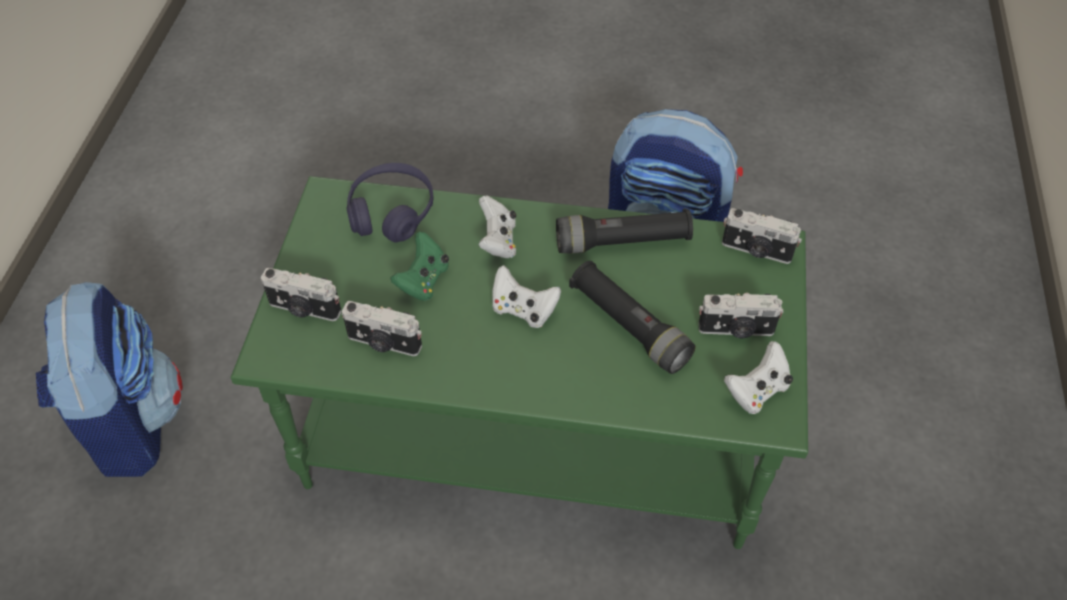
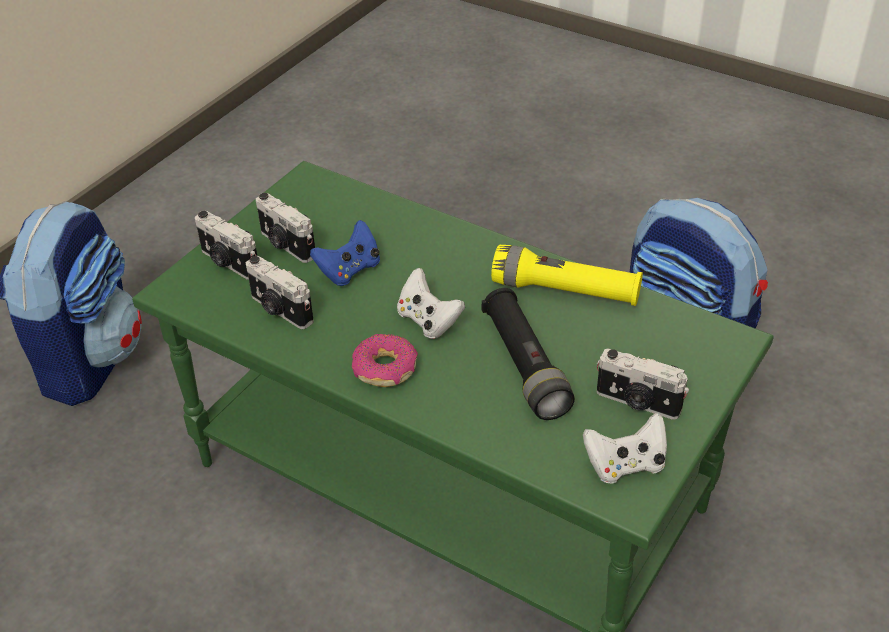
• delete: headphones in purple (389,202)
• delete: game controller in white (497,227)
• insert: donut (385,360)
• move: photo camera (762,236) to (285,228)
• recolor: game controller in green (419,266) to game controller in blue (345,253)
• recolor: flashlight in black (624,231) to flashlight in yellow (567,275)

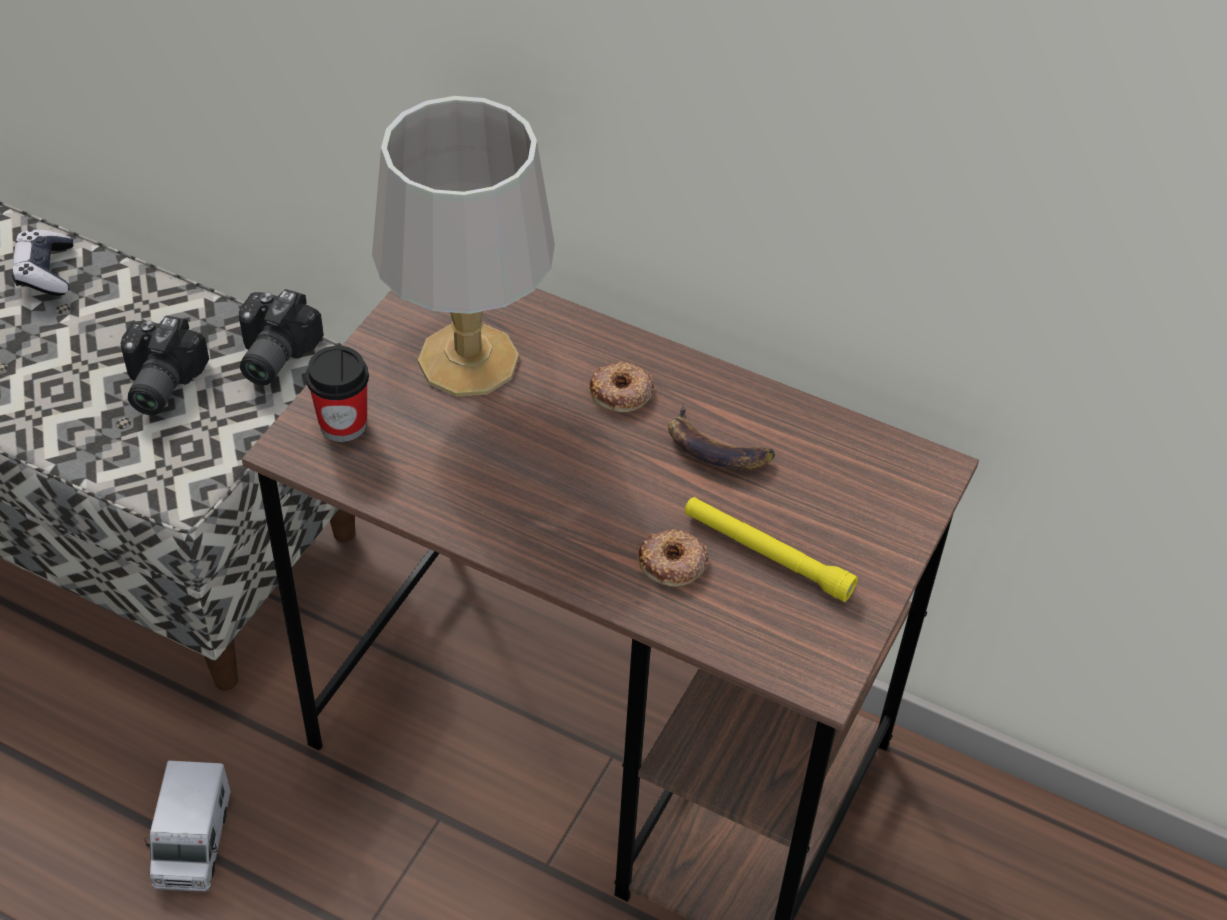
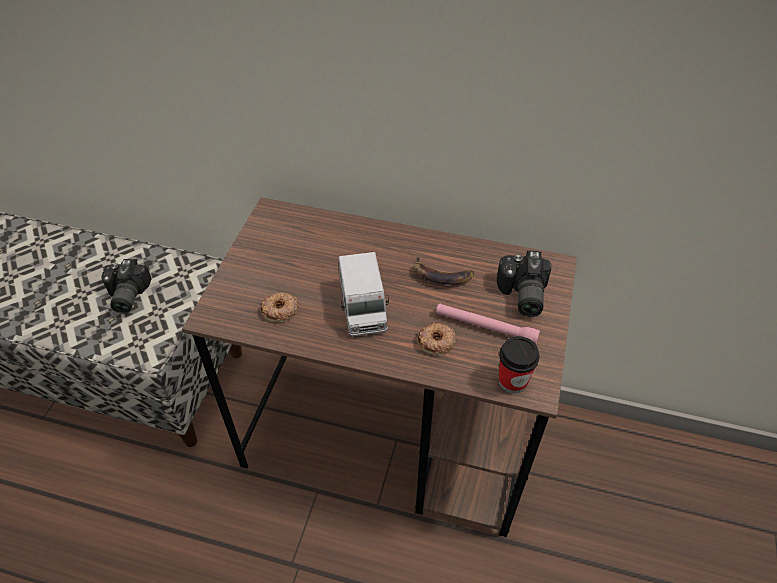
• delete: game controller (42,262)
• delete: table lamp in grey (463,246)
• move: toy truck (187,826) to (363,294)
• move: photo camera (281,337) to (524,283)
• move: cup (337,394) to (519,365)
• move: donut (621,387) to (280,307)
• recolor: flashlight in yellow (771,549) to flashlight in pink (488,324)

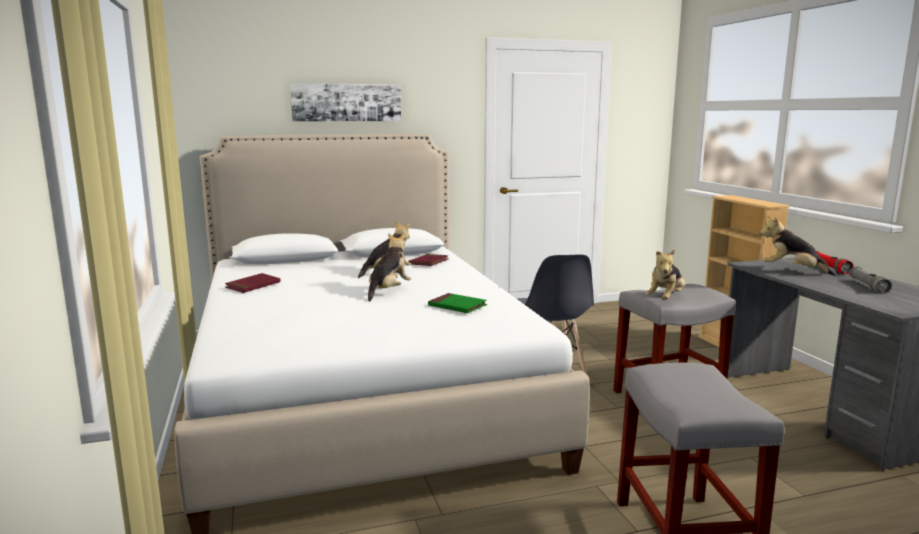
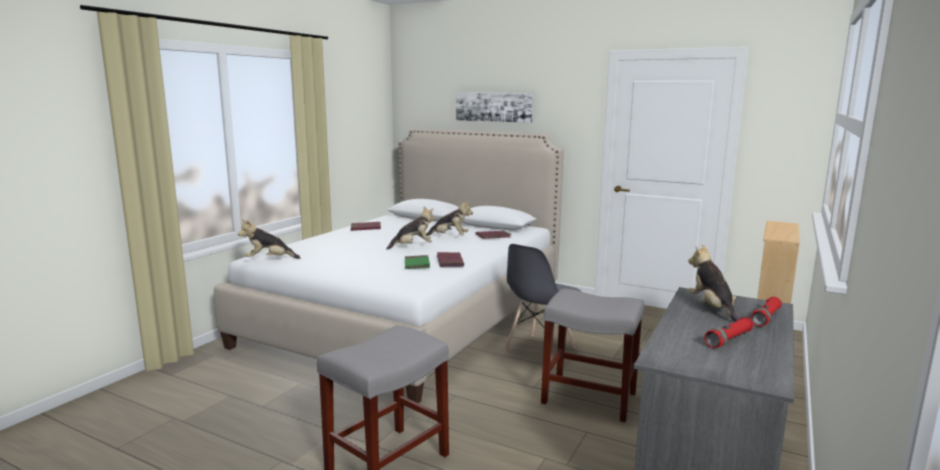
• insert: book in red (450,259)
• move: plush toy (665,274) to (269,239)
• recolor: flashlight in grey (870,280) to flashlight in red (728,332)

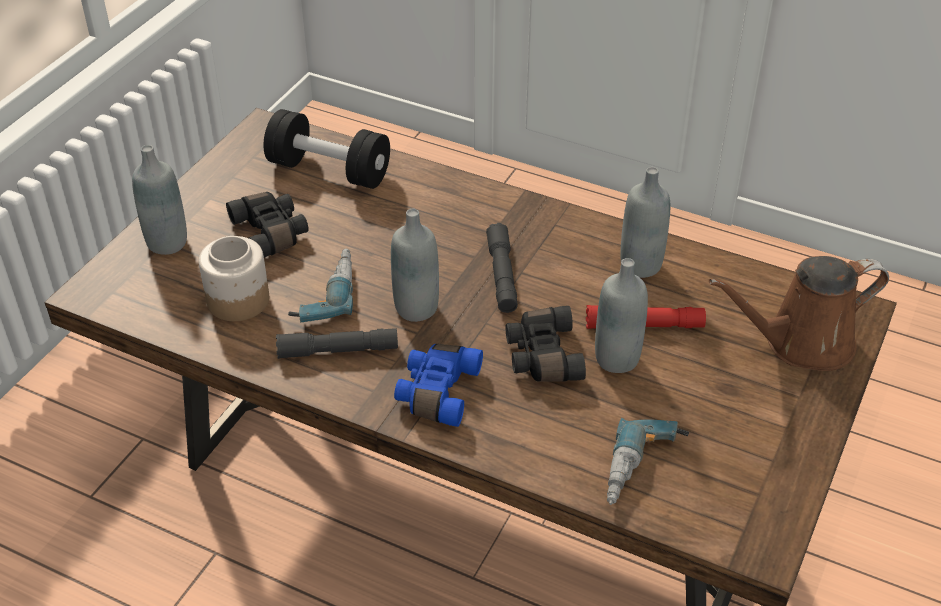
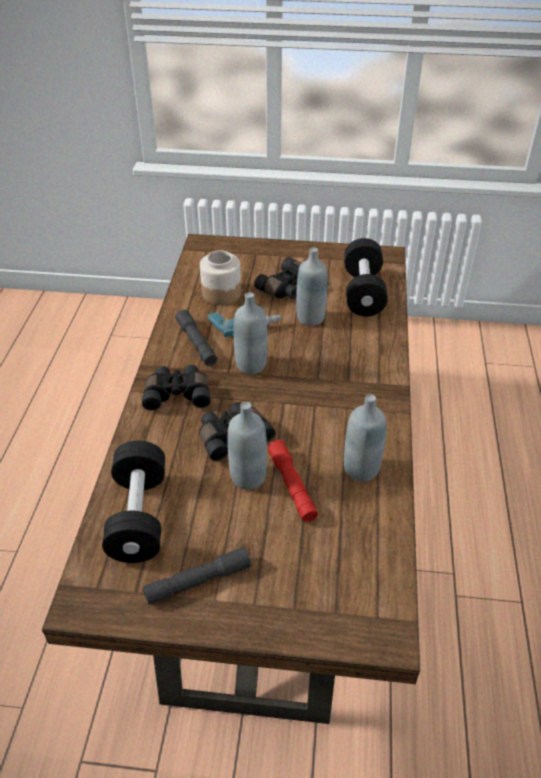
• delete: watering can in brown (799,313)
• move: bottle in grey (159,200) to (312,286)
• move: flashlight in grey (502,268) to (197,575)
• replace: power drill (648,461) to dumbbell in black (133,502)
• recolor: binoculars in blue (438,385) to binoculars in black (176,388)

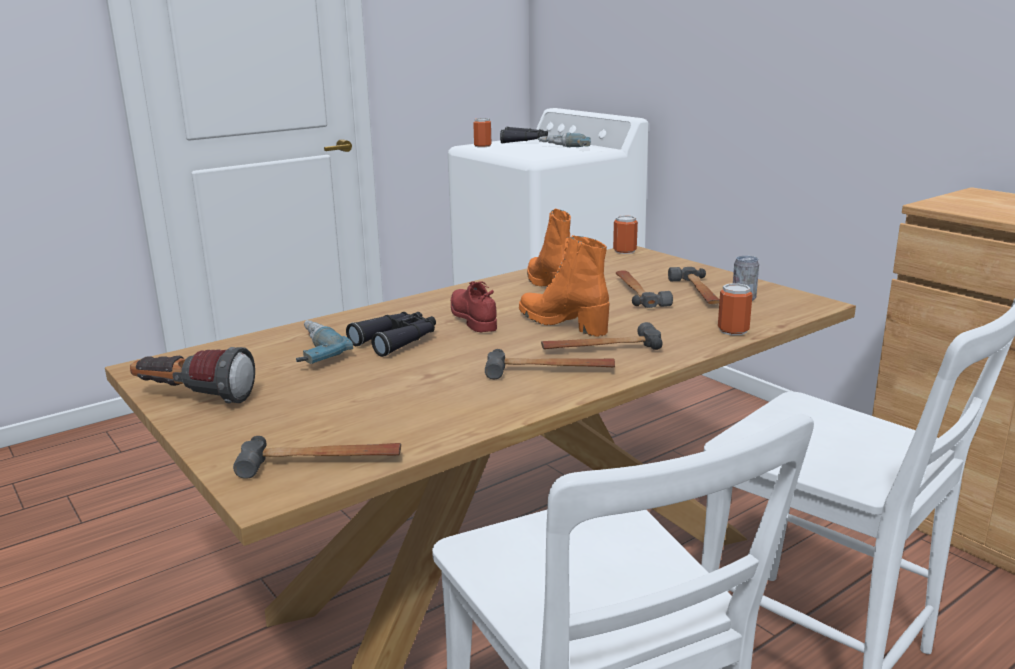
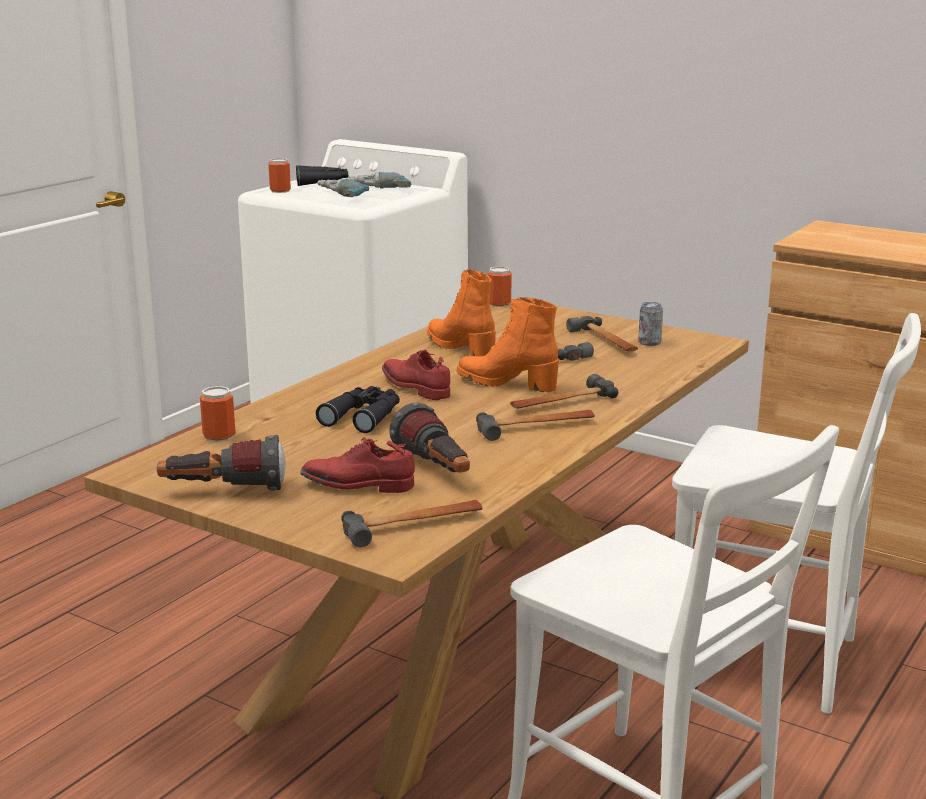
• insert: shoe in red (357,465)
• insert: flashlight (429,438)
• move: power drill (324,342) to (343,188)
• move: can (735,309) to (217,414)

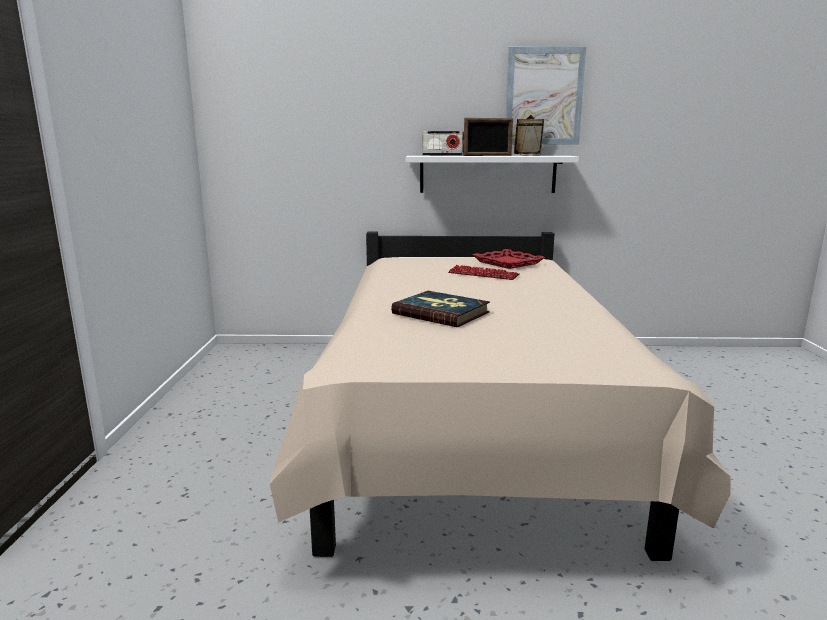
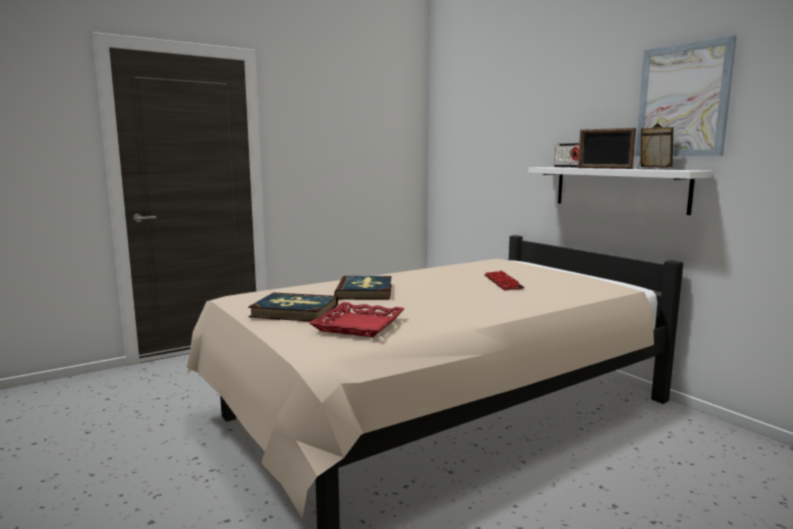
• insert: book (293,307)
• move: tray in red (509,259) to (356,319)

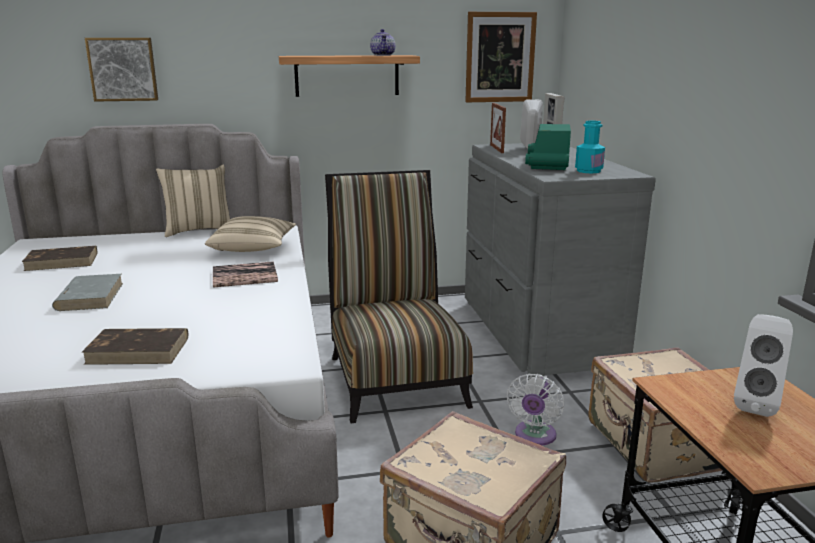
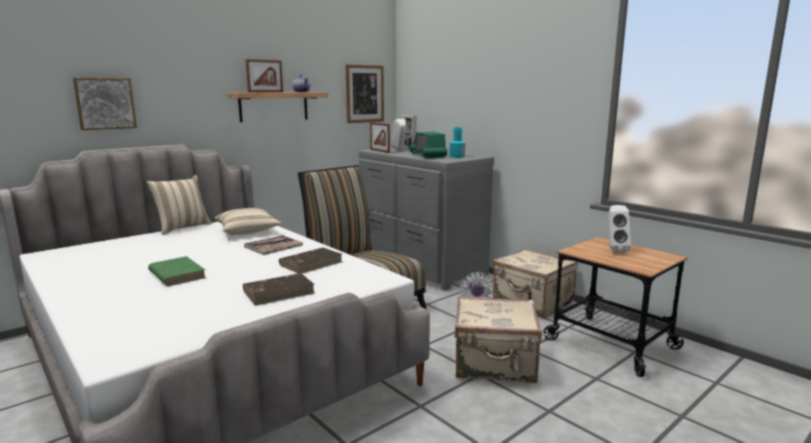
• insert: picture frame (264,76)
• move: book in brown (59,258) to (311,260)
• recolor: book in grey (87,292) to book in green (177,271)

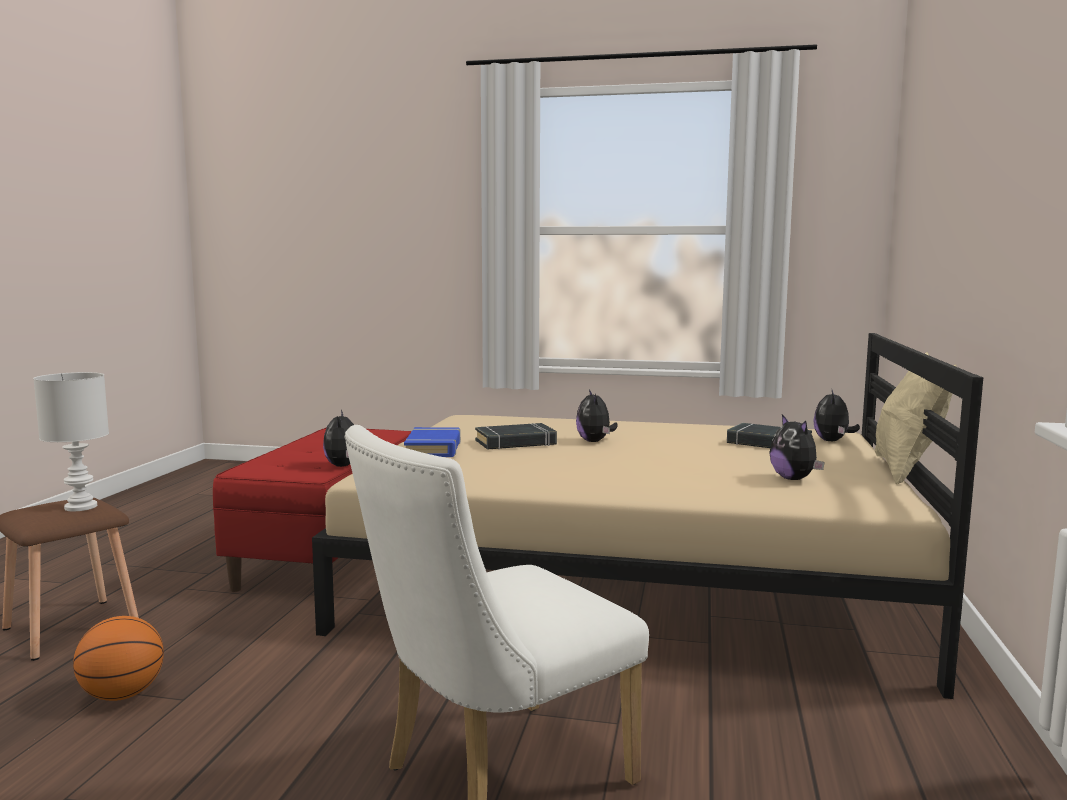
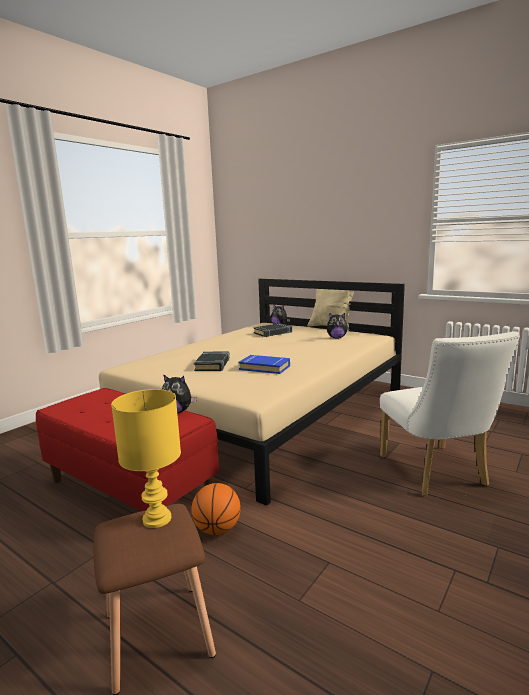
• delete: plush toy (597,415)
• move: basketball (118,658) to (216,509)
• move: book in blue (432,442) to (264,364)
• recolor: table lamp in white (71,441) to table lamp in yellow (146,458)

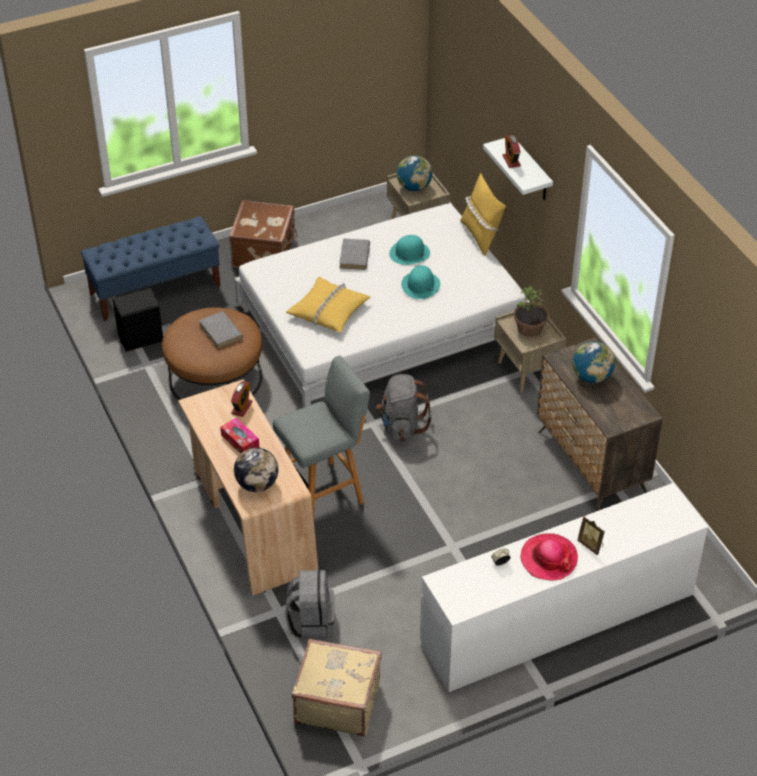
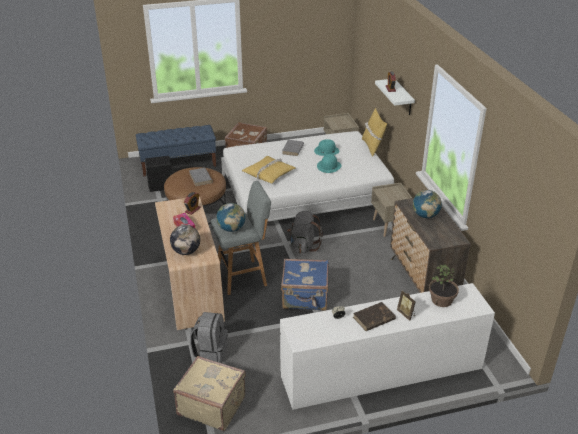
• insert: suitcase in blue (305,285)
• move: globe (414,173) to (230,217)
• move: potted plant (531,311) to (444,285)
• replace: hat (549,557) to book in brown (374,316)

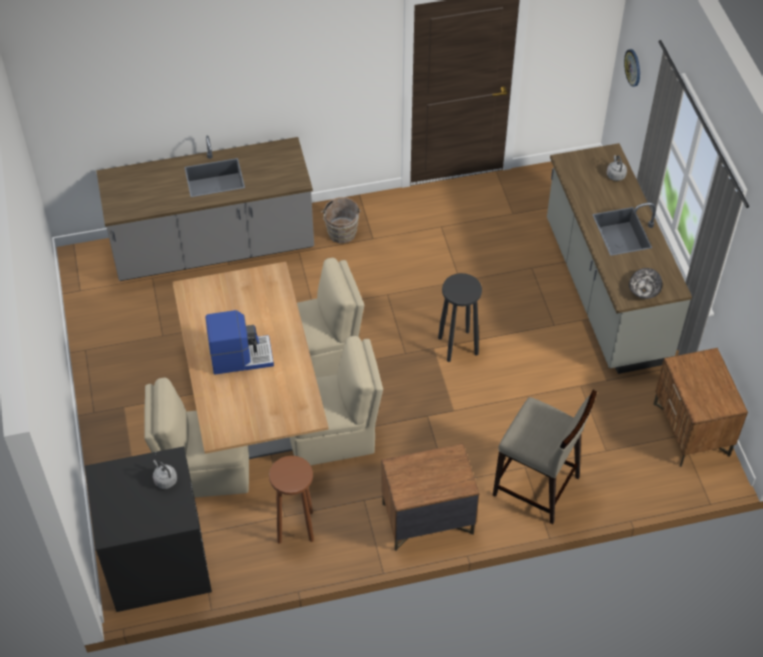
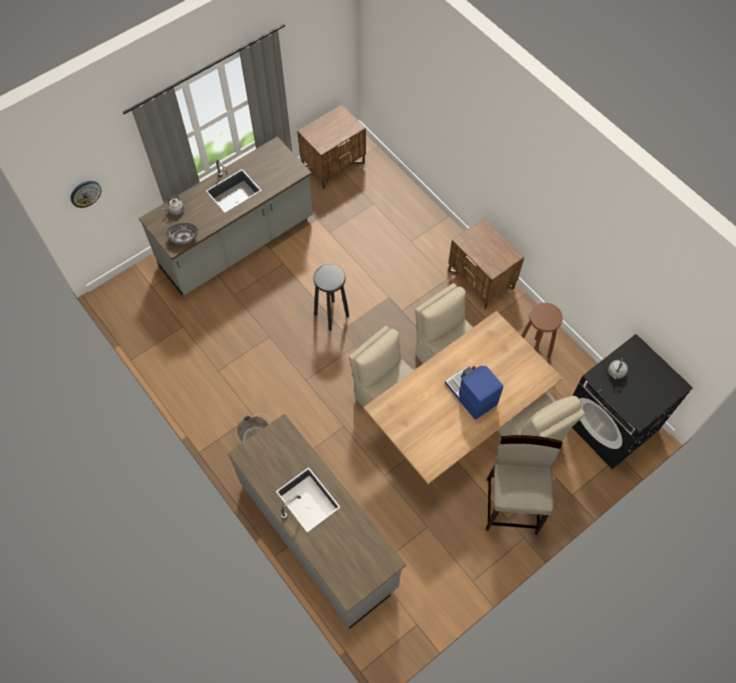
• move: stool in beige (545,457) to (524,485)
• move: bowl (645,283) to (182,233)

